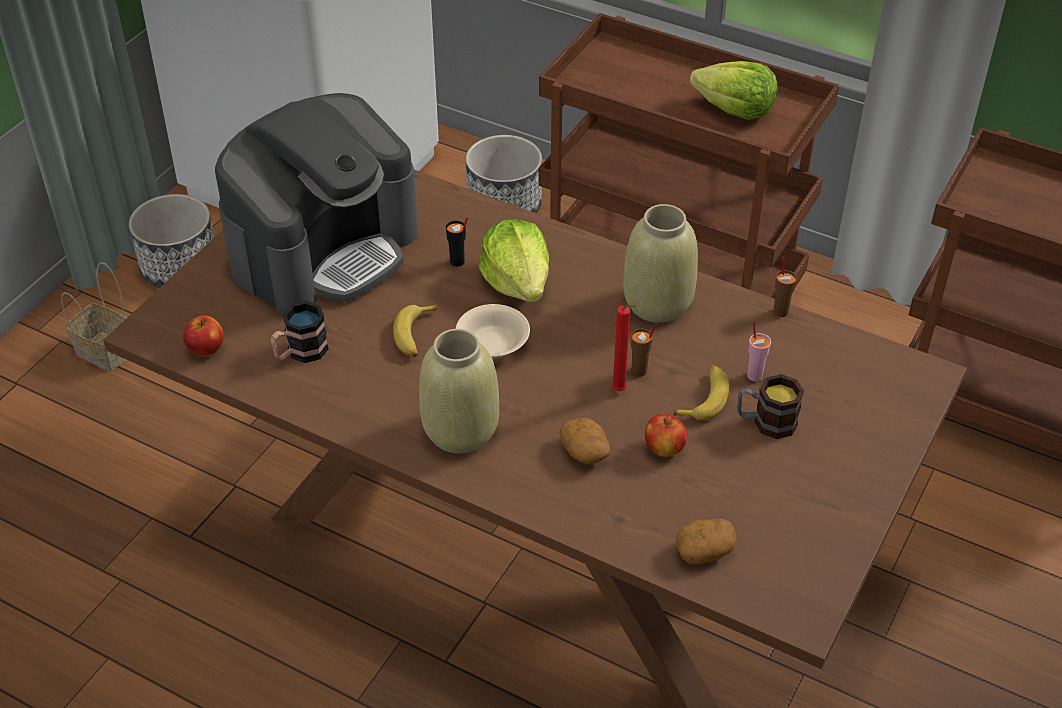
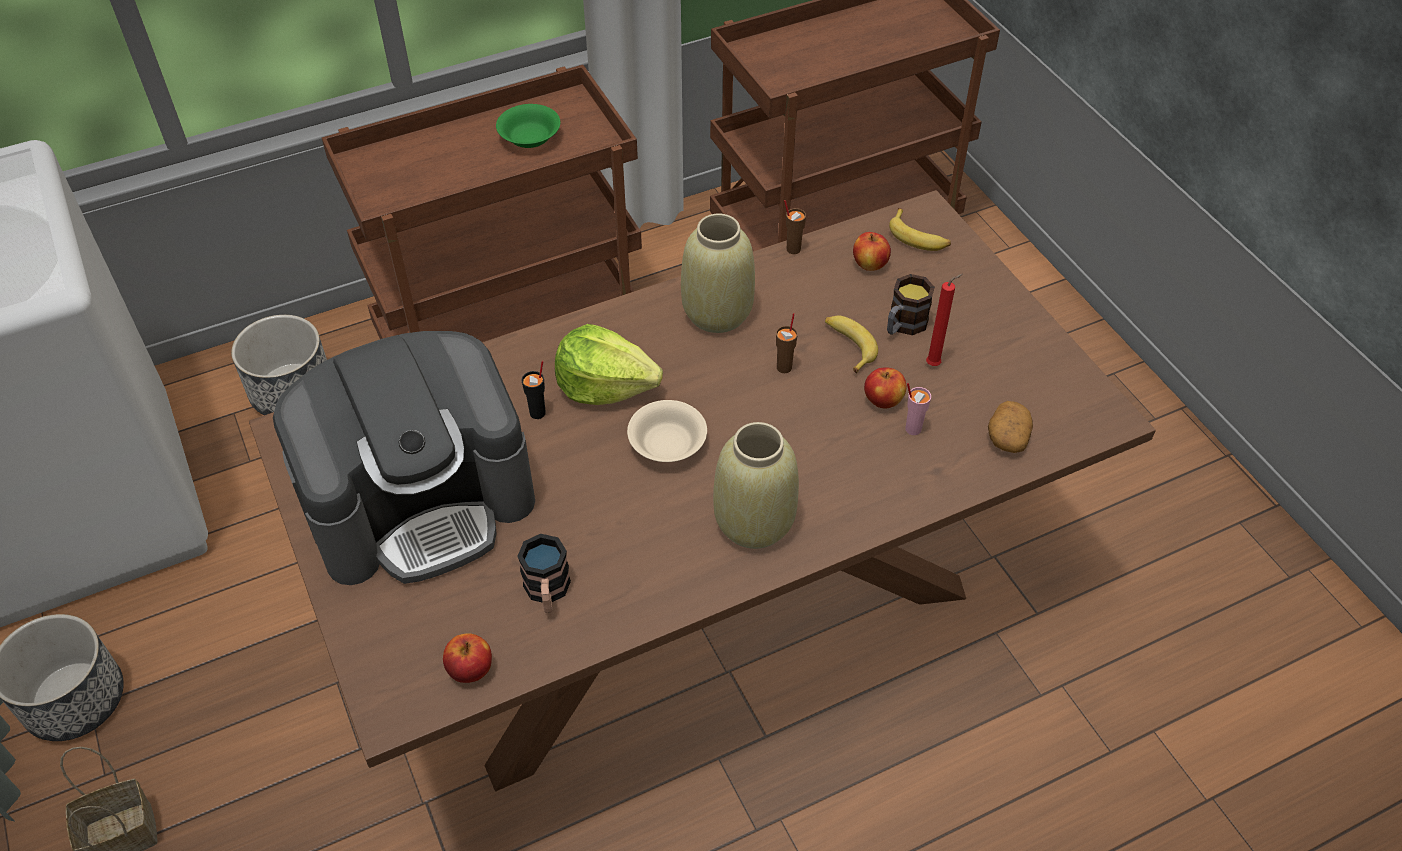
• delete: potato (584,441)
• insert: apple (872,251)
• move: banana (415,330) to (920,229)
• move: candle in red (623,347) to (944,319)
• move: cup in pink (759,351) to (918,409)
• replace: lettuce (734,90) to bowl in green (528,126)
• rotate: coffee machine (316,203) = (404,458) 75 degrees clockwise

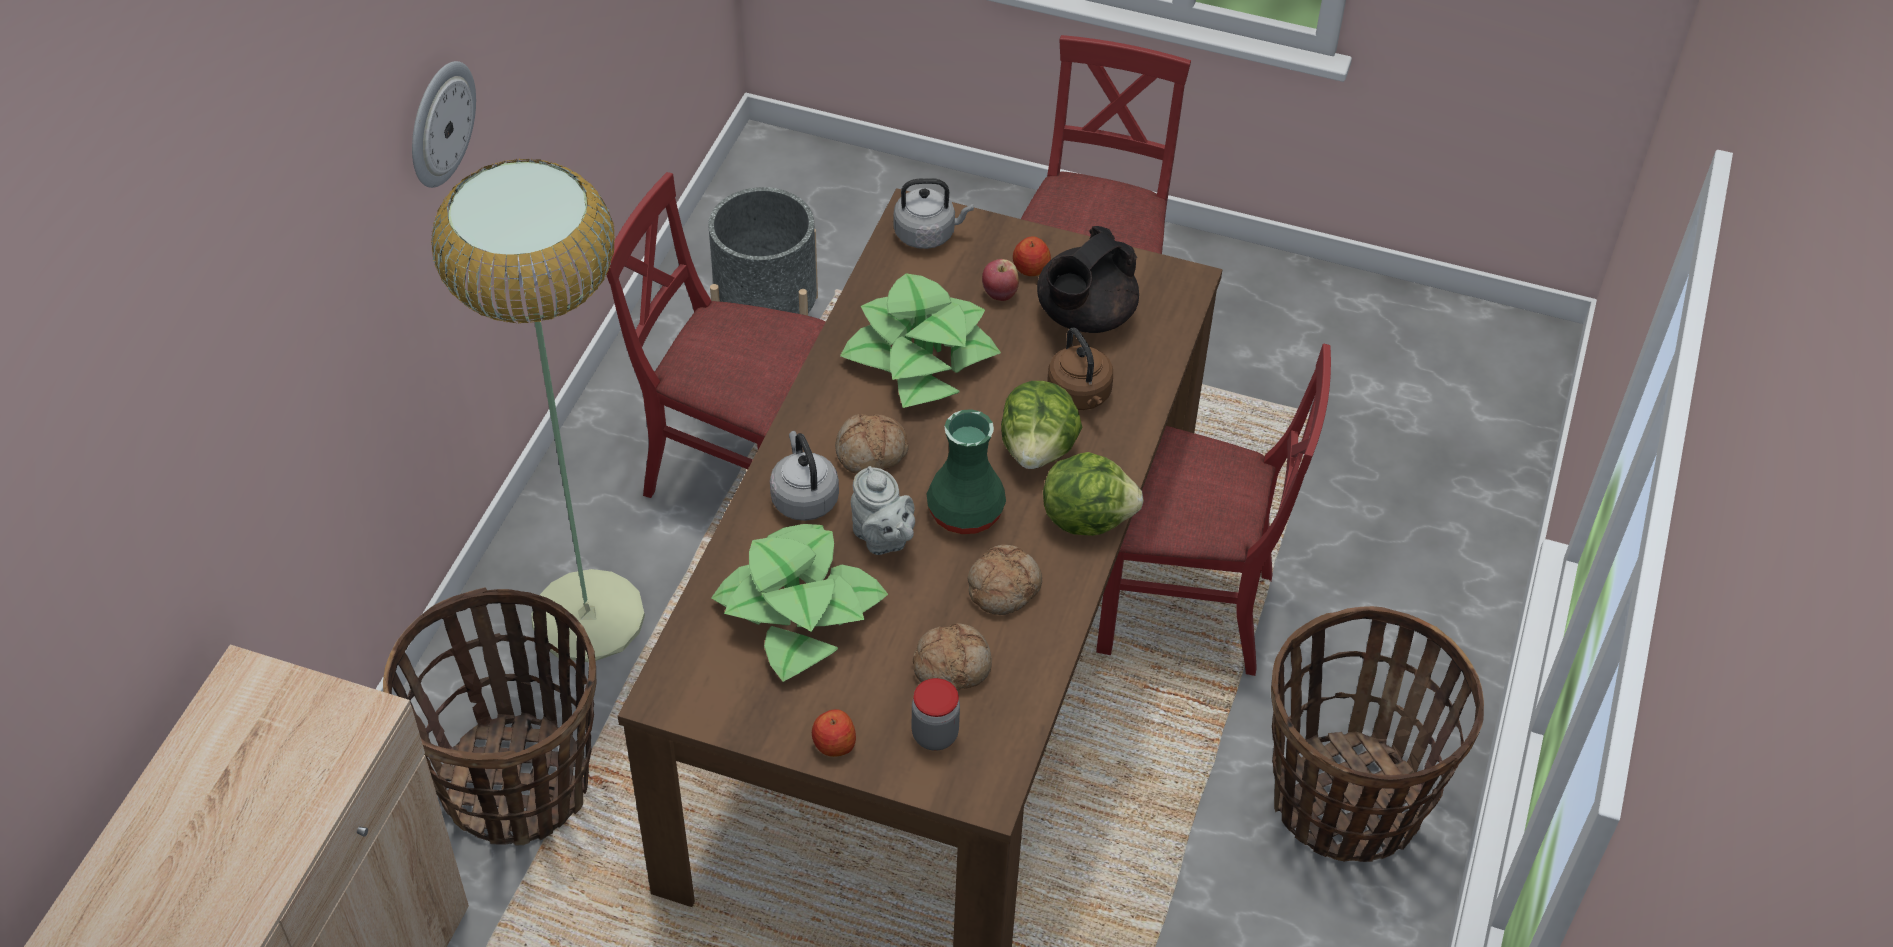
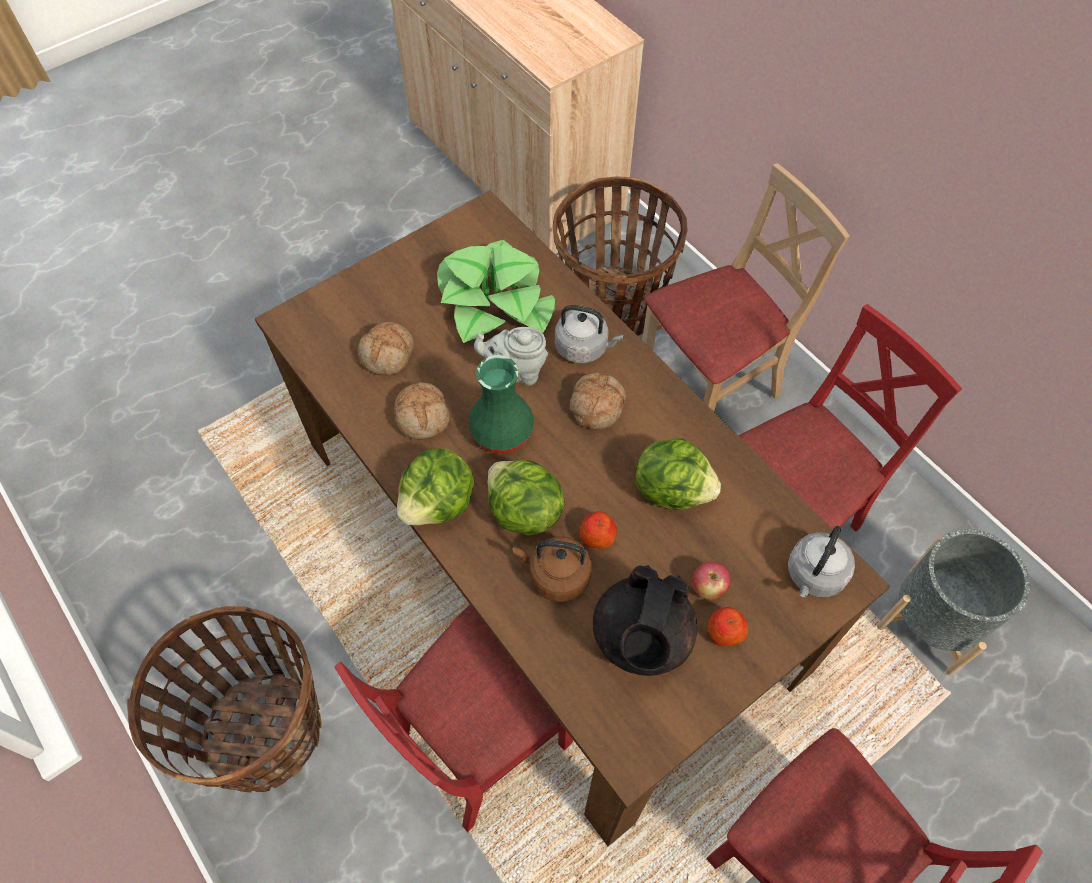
• delete: wall clock (444,124)
• delete: jar (935,714)
• move: apple (834,733) to (598,530)
• replace: floor lamp (538,410) to chair in beige (746,287)
• replace: potted plant (920,340) to lettuce (678,474)
• rotate: teapot in black (1088,279) = (645,620) 150 degrees counterclockwise

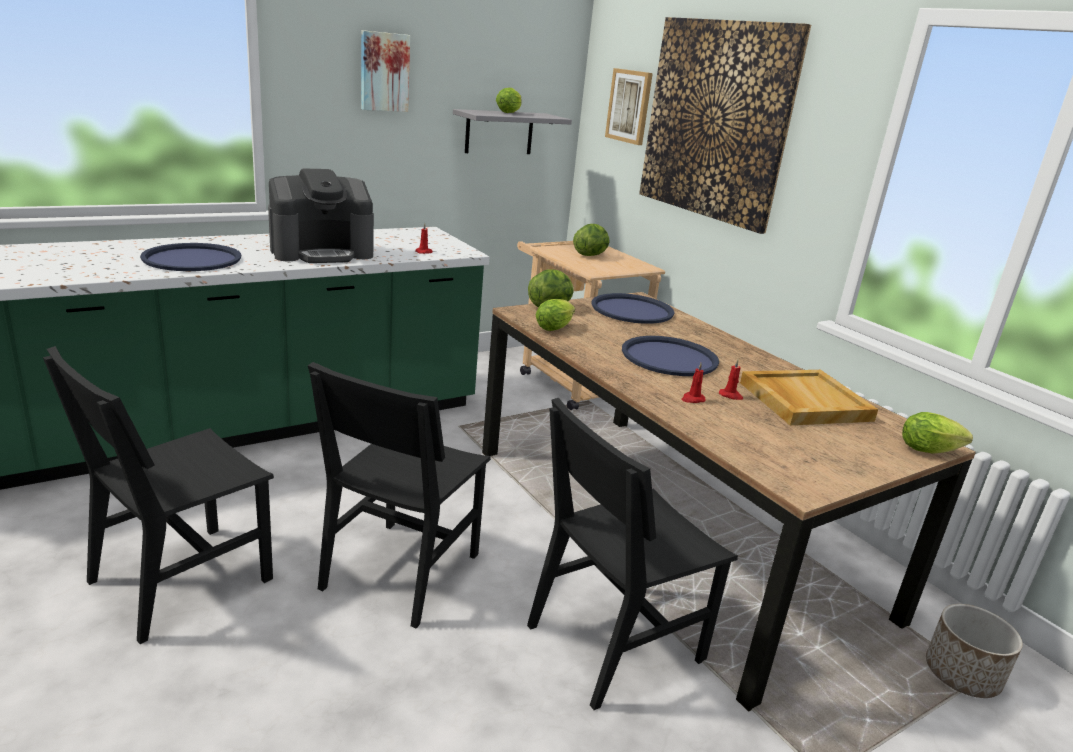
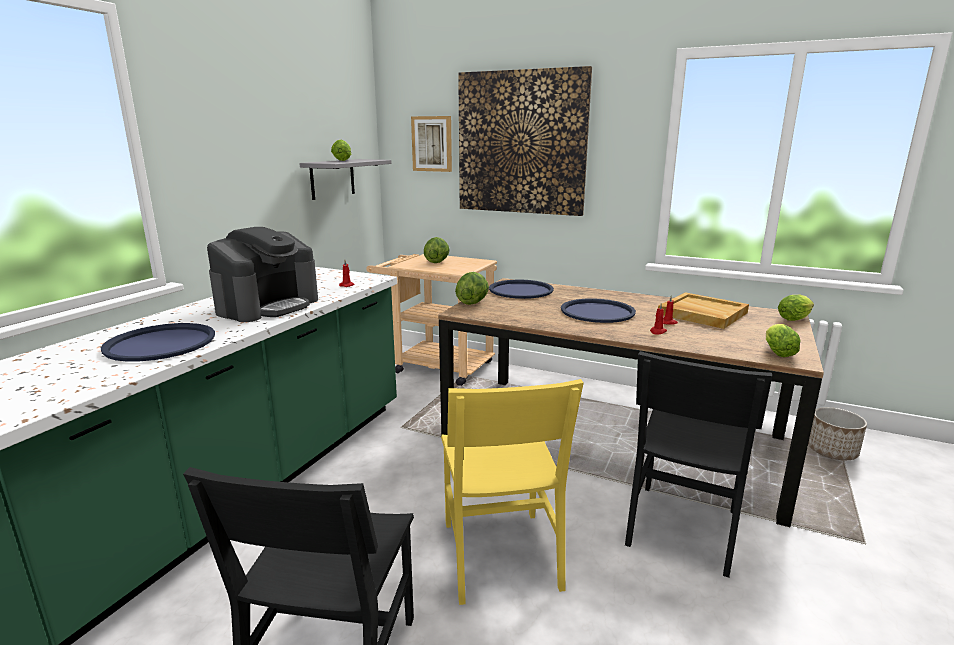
• delete: picture (385,71)
• move: lettuce (555,315) to (783,340)
• recolor: chair in black (399,495) to chair in yellow (512,492)

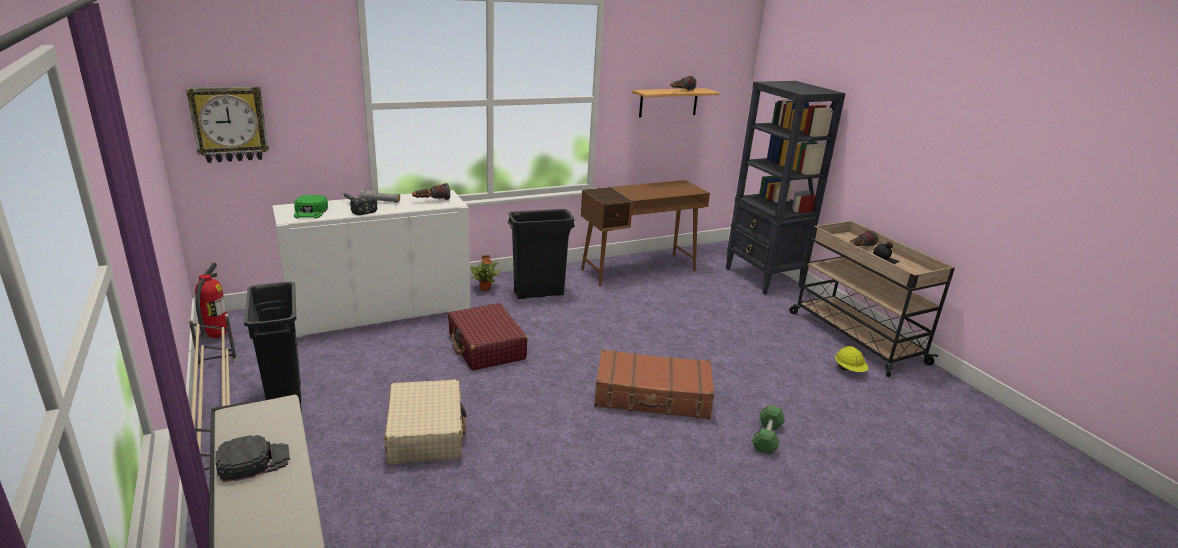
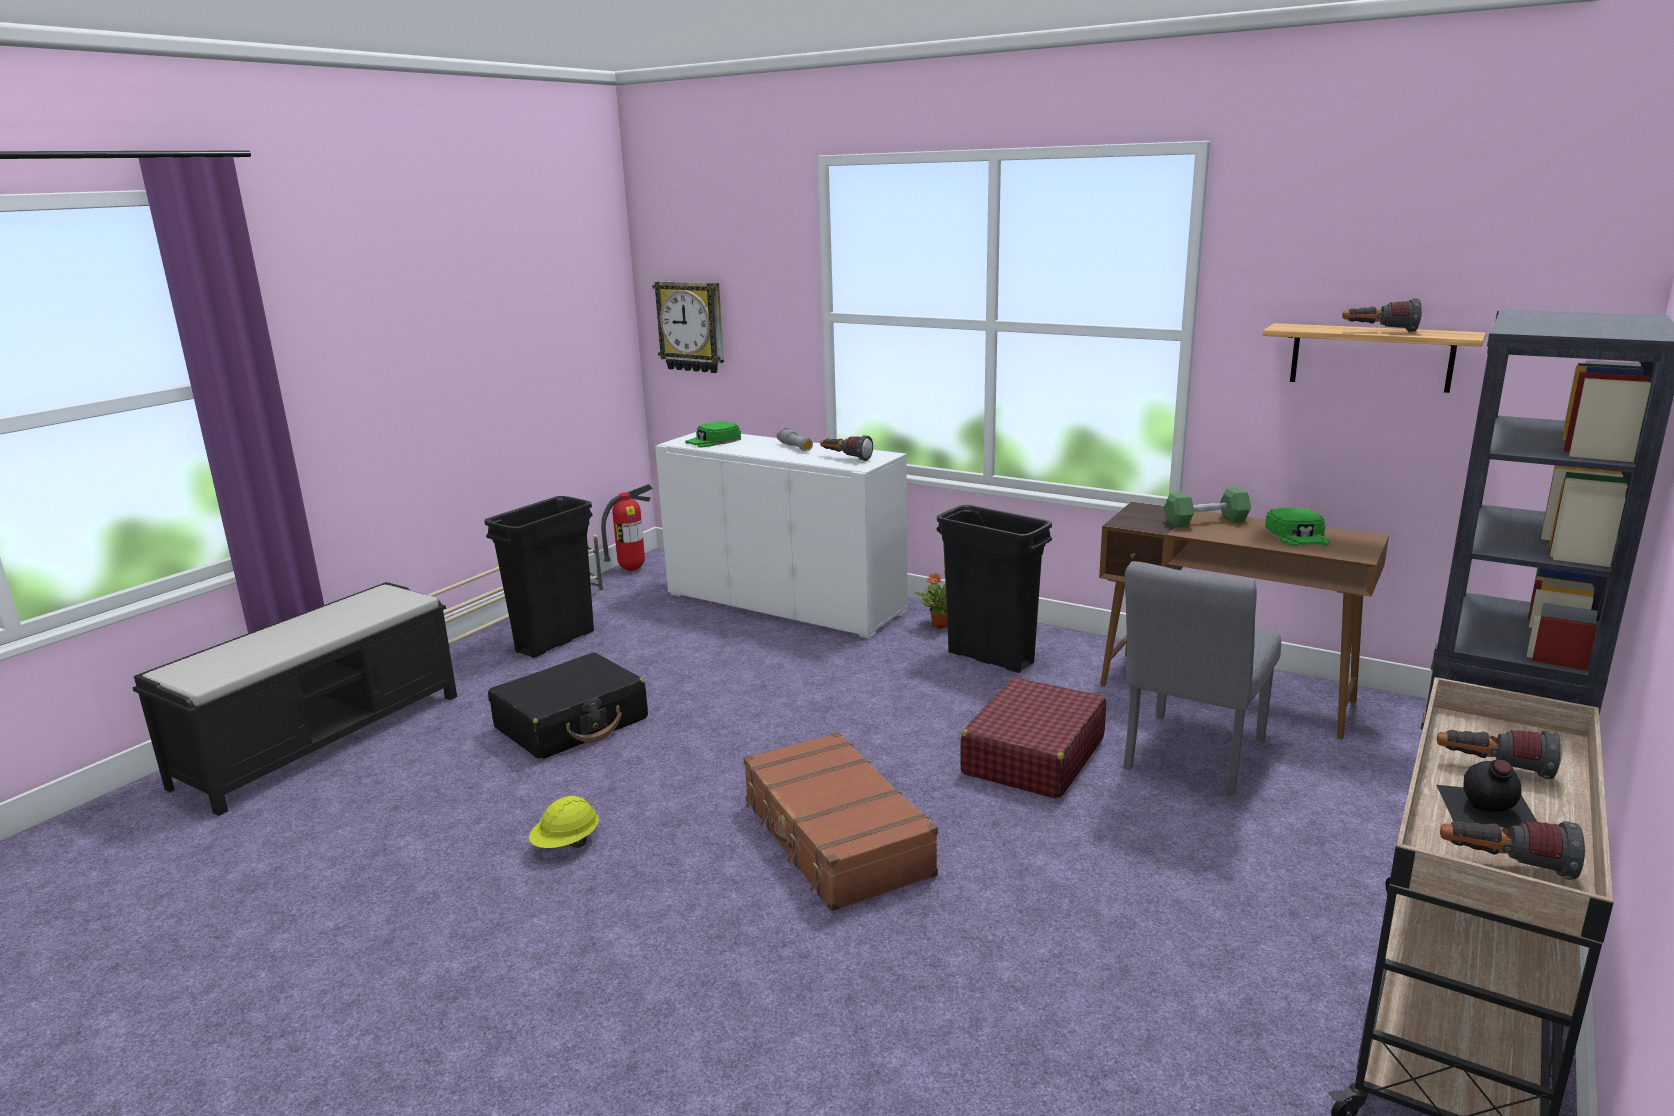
• delete: cap in black (252,459)
• delete: hammer (360,204)
• insert: chair in grey (1202,678)
• insert: cap in green (1297,526)
• insert: flashlight (1512,850)
• move: suitcase in red (488,337) to (1033,738)
• move: dumbbell in green (768,430) to (1207,508)
• move: hard hat in yellow (851,359) to (564,822)
• recolor: suitcase in beige (426,421) to suitcase in black (568,706)

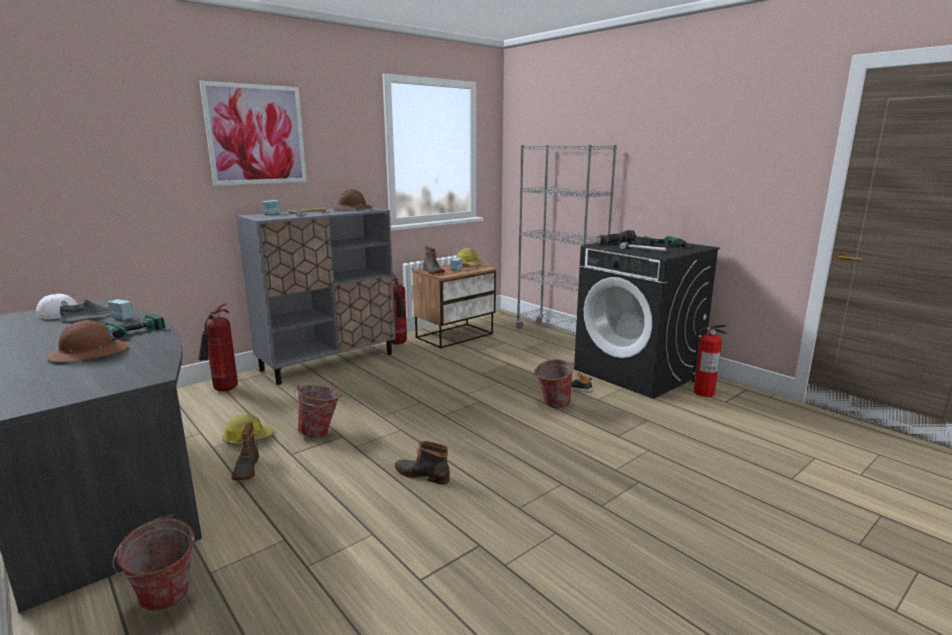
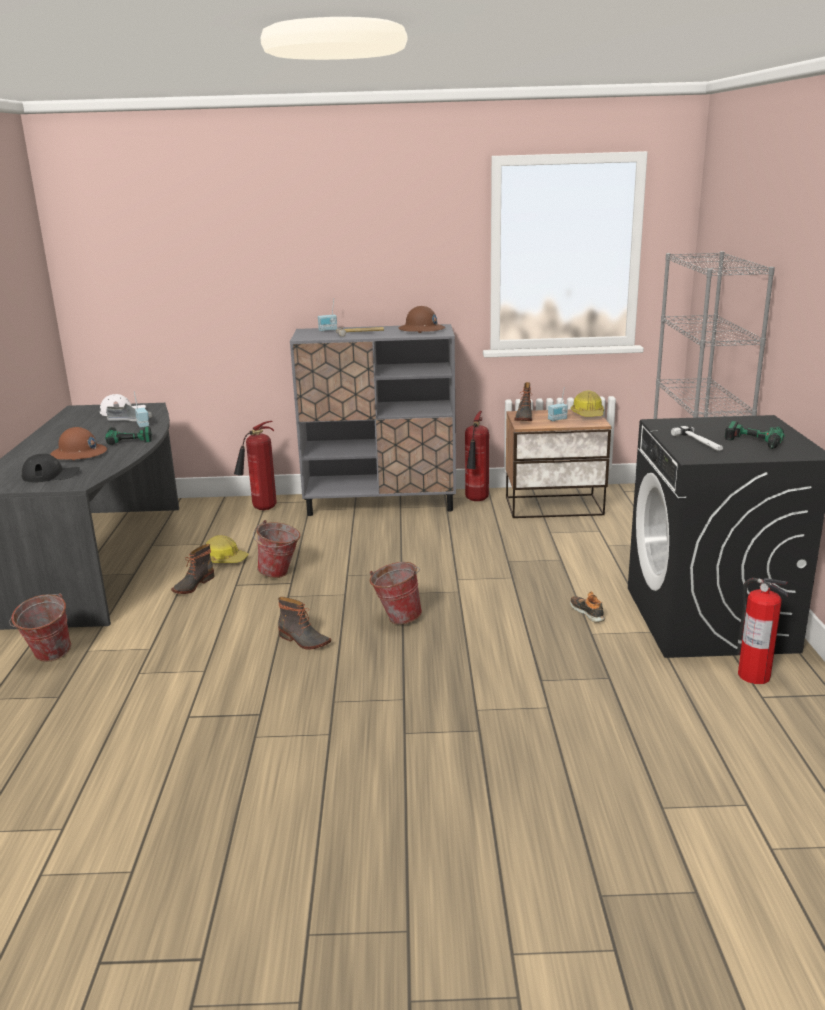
• delete: picture (253,133)
• delete: flashlight (616,237)
• insert: cap in black (50,468)
• move: bucket (553,383) to (396,593)
• rotate: boot (422,462) = (304,623) 150 degrees clockwise

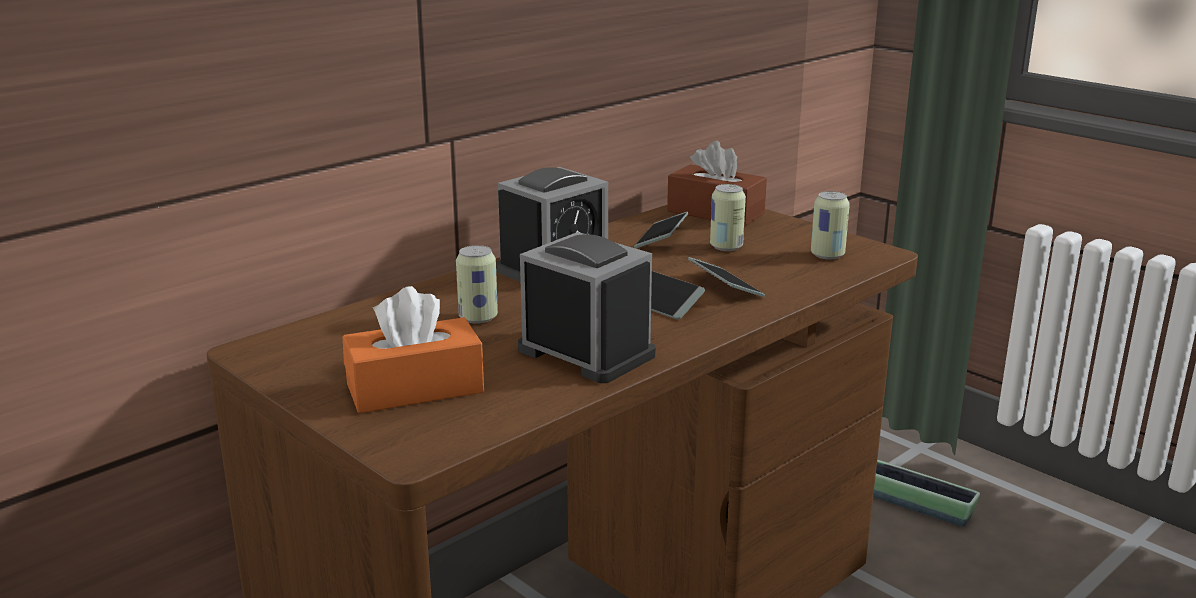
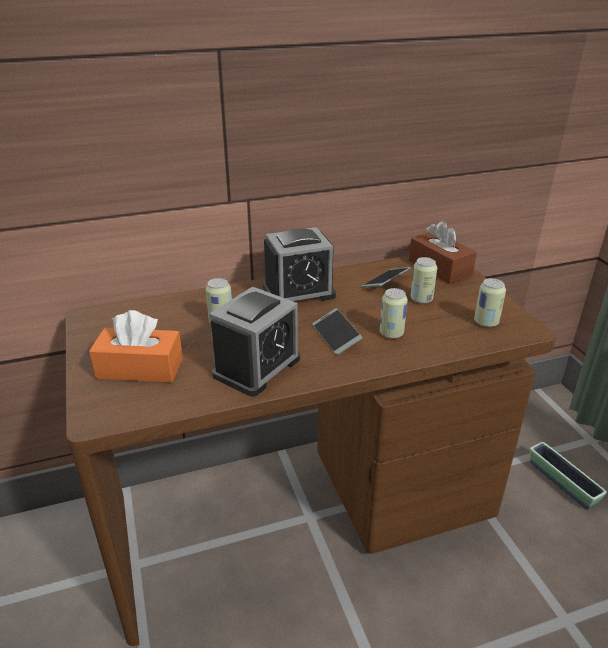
• replace: phone (726,277) to can (394,313)
• rotate: alarm clock (587,307) = (254,341) 60 degrees clockwise

